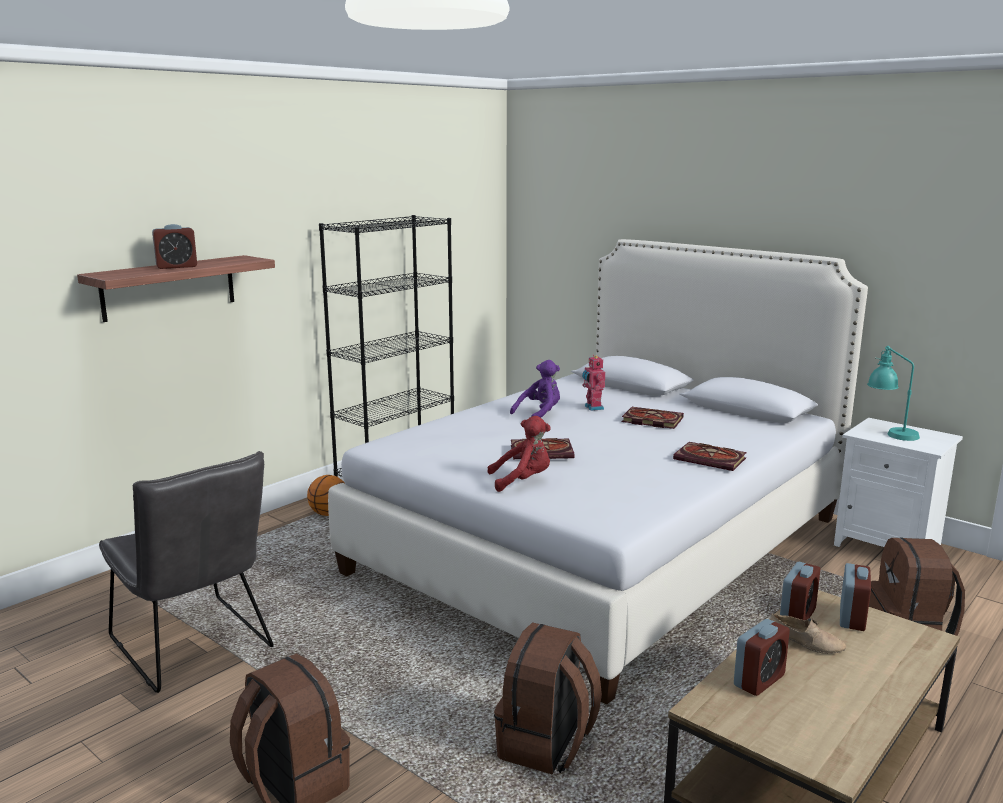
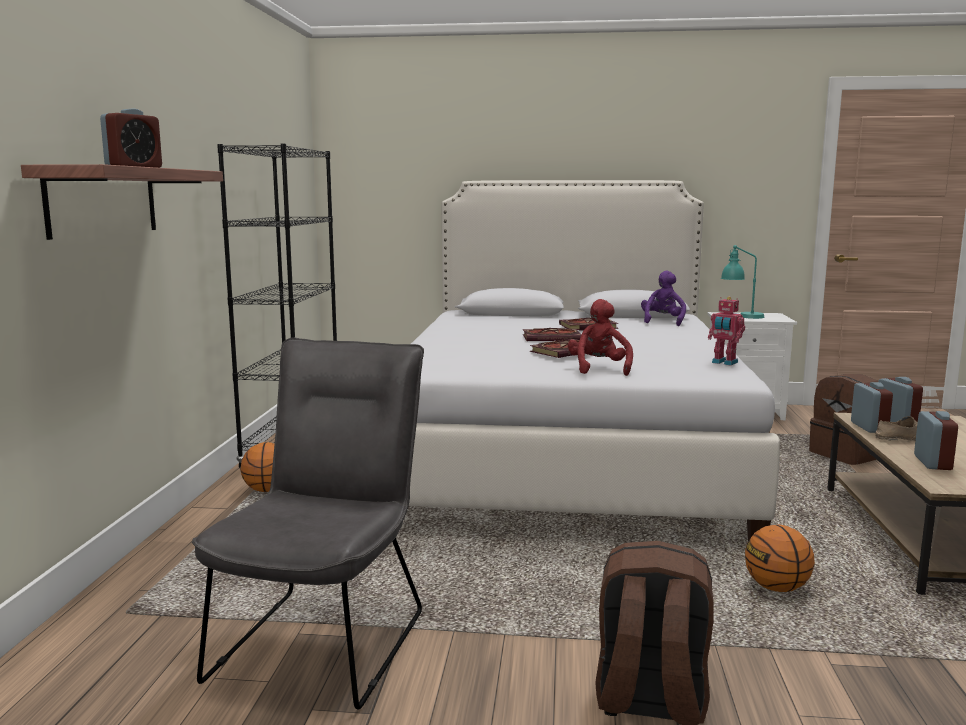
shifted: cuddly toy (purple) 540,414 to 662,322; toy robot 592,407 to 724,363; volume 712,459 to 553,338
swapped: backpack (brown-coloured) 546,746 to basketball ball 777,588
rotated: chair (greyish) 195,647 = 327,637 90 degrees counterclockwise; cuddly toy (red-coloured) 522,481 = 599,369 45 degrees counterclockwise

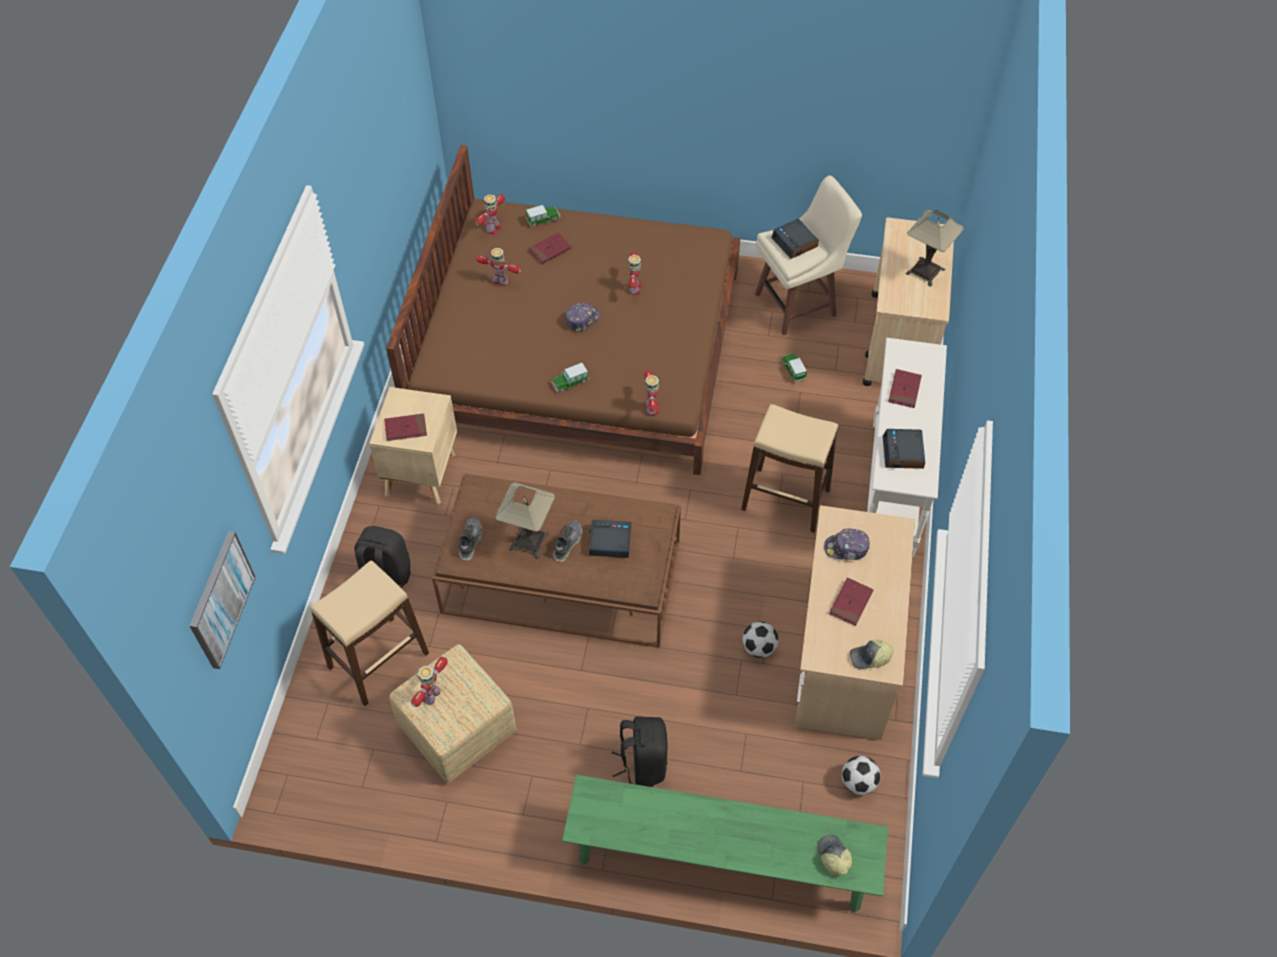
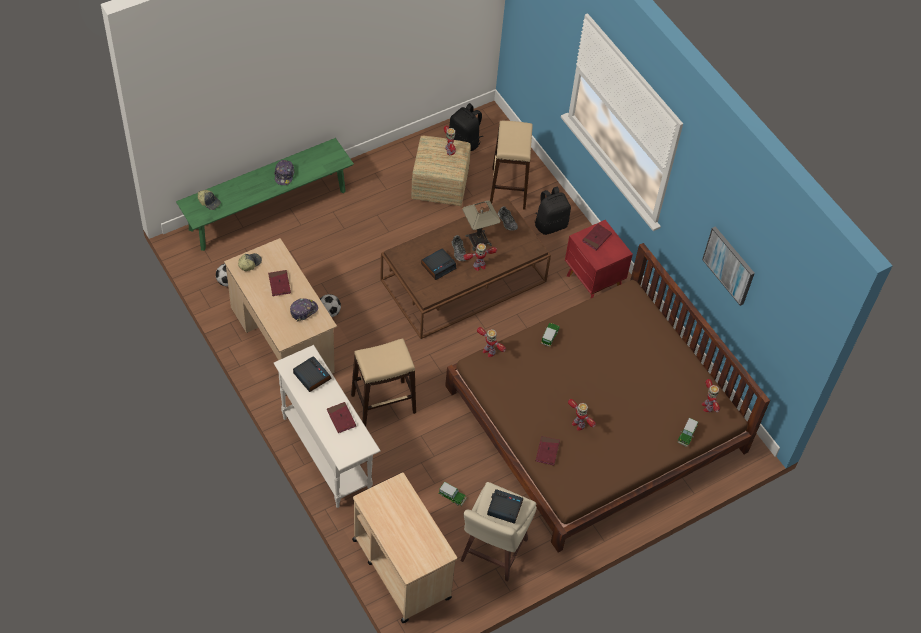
gone: tabletop lamp 925,271
shifted: wall picture 220,599 to 729,265; toy robot 501,281 to 479,266; volume (red-coloured) 550,250 to 547,451; baseball cap 582,319 to 284,175; backpack (blackish) 643,763 to 465,141
repainted: bedside table (sand-coloured) 422,474 to bedside table (red-coloured) 593,284

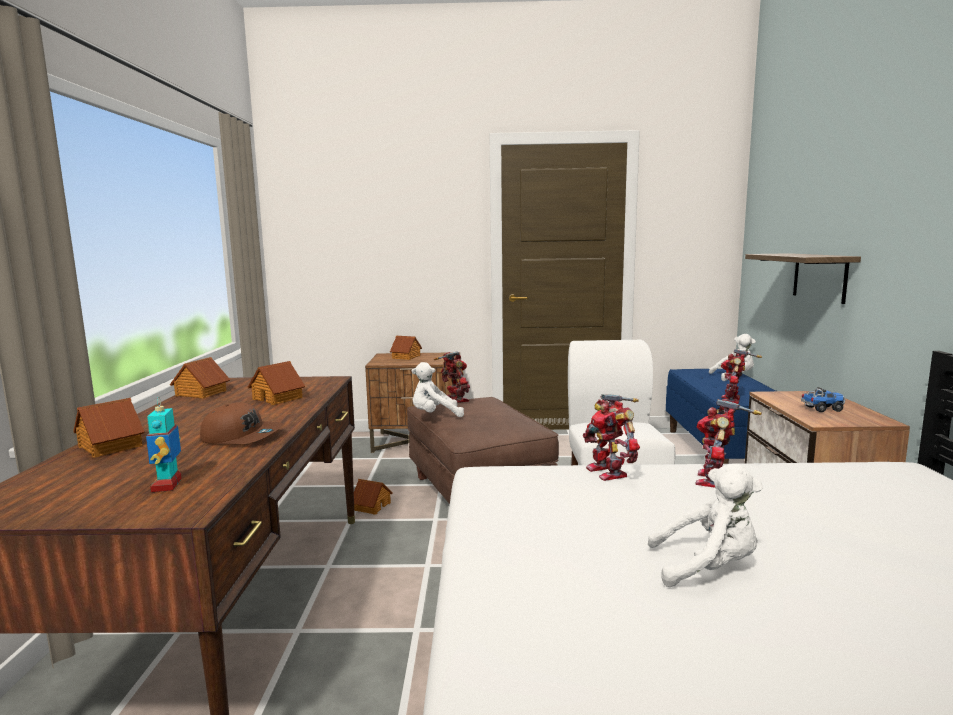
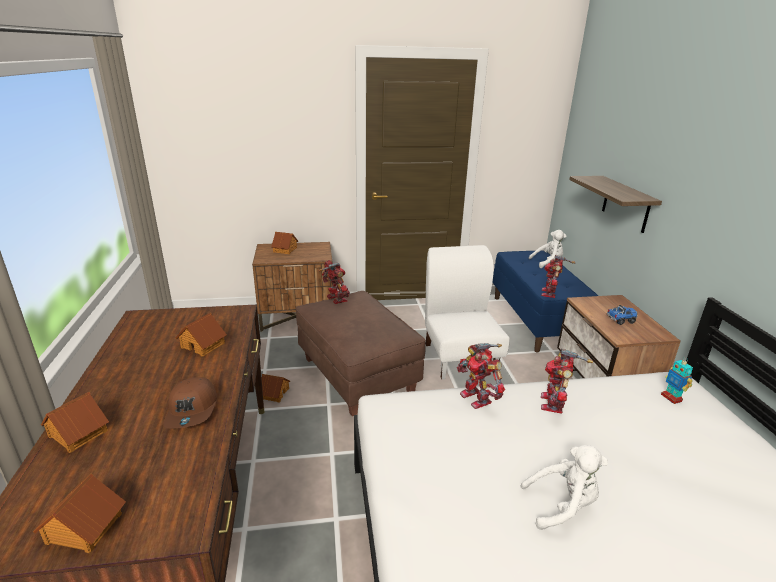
gone: cuddly toy (white-coloured) 434,416
shifted: toy robot 168,485 to 671,398; toy house 200,393 to 83,528
rotated: baseball cap (brown-coloured) 242,436 = 193,410 75 degrees clockwise

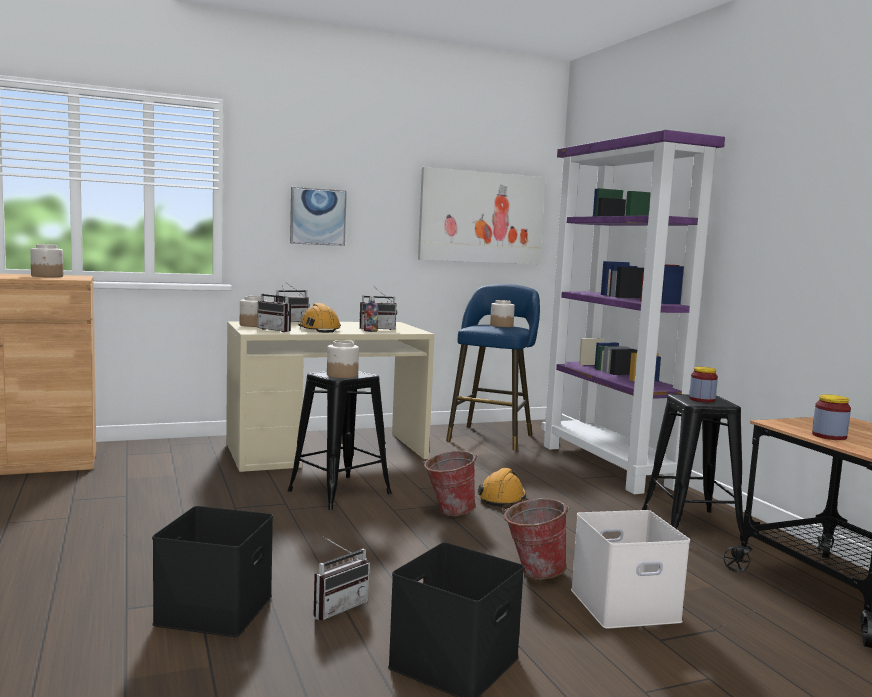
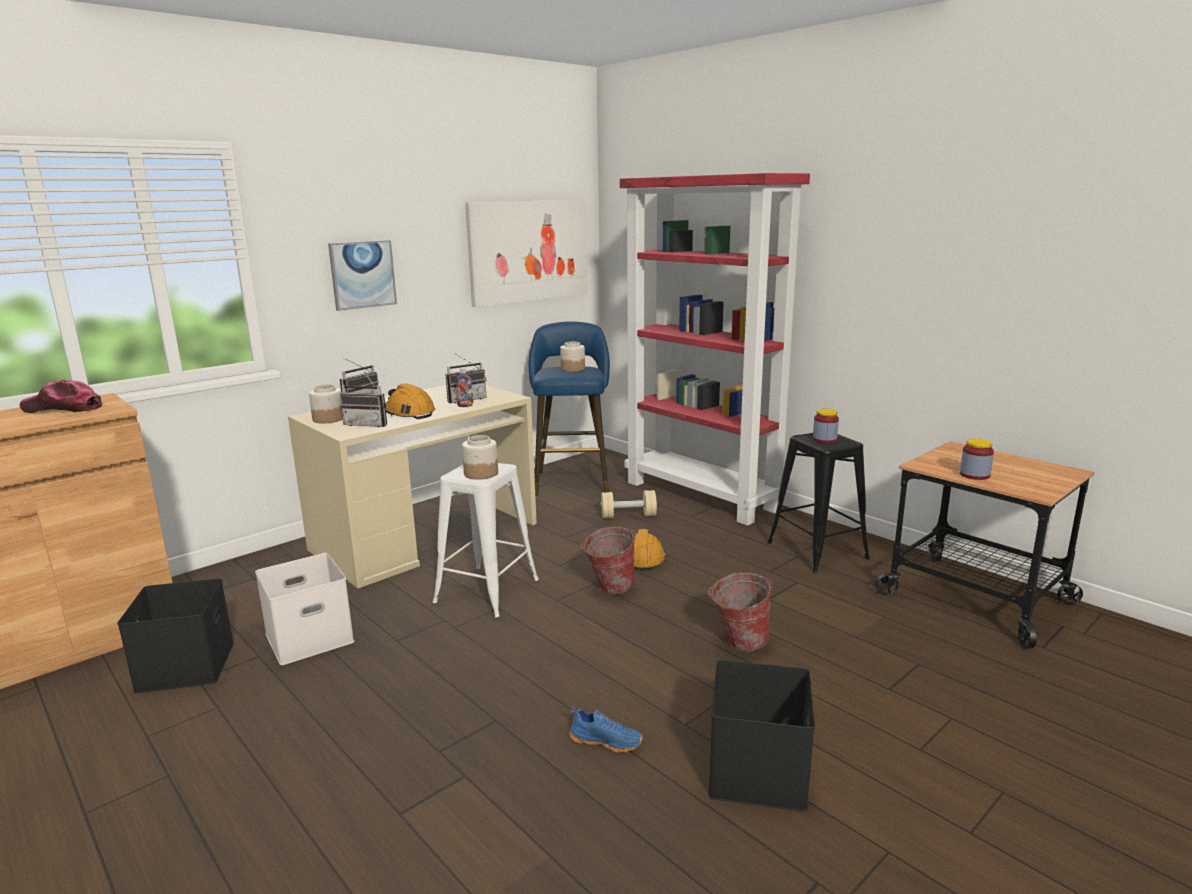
new: dumbbell (sand-coloured) 628,516
shifted: storage bin (blackish) 213,608 to 185,665; storage bin (white-coloured) 625,604 to 310,636
swapped: storage jar 47,276 to baseball cap 63,408; radio 337,607 to shoe (bluish) 606,740
repainted: stool seat (blackish) 340,492 to stool seat (white-coloured) 487,590; bookcase (purple) 609,466 to bookcase (red-coloured) 702,496

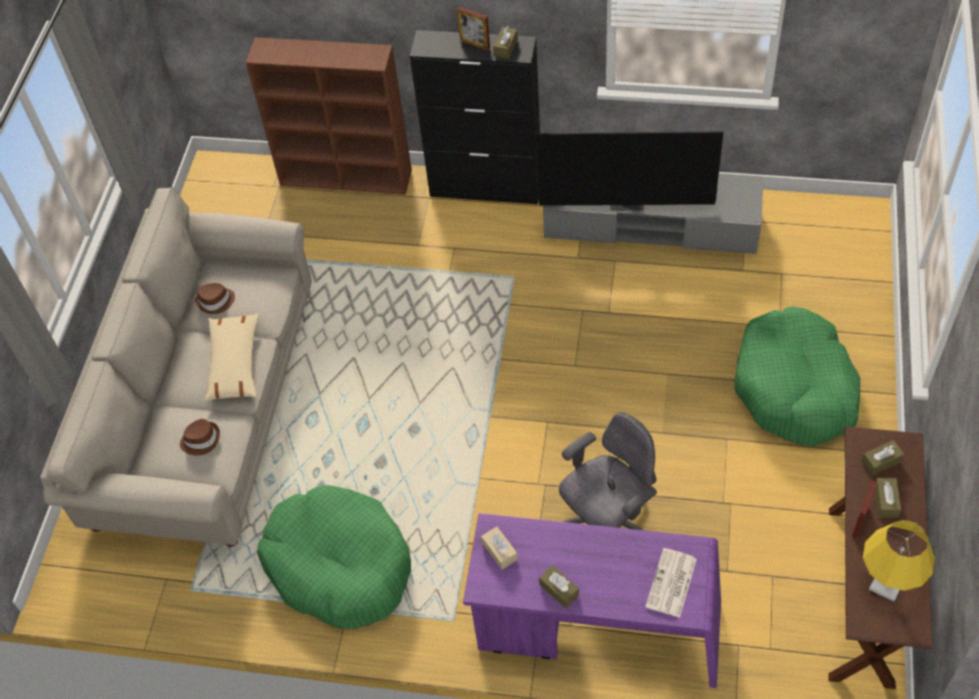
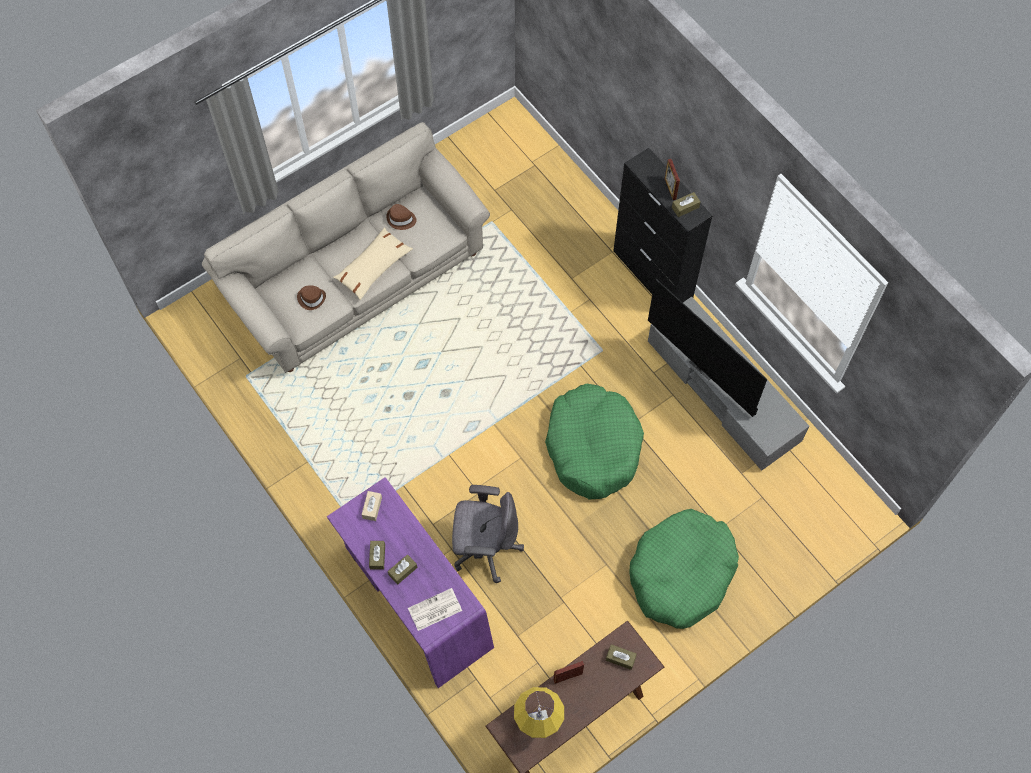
gone: bookcase (brown-coloured) 347,177
shifted: pet bed (greenish) 339,565 to 593,446; box of tissues (brown-coloured) 886,501 to 403,571

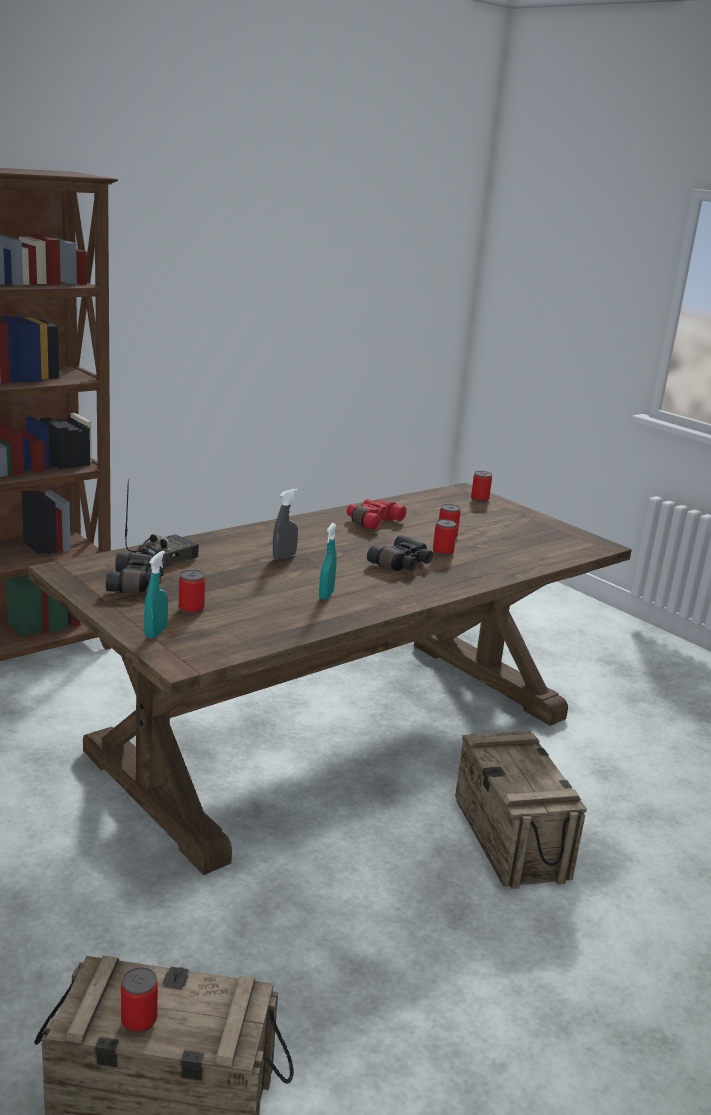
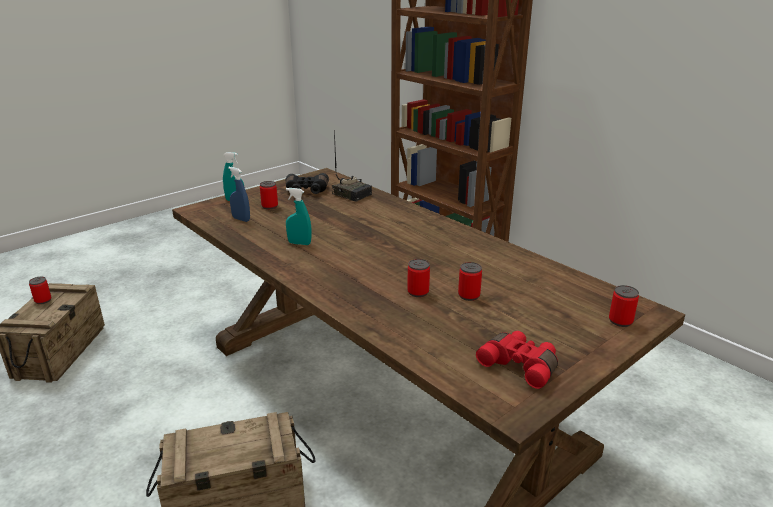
gone: spray bottle (greyish) 284,556; binoculars (blackish) 402,564
new: spray bottle (bluish) 241,219
shifted: binoculars (red-coloured) 372,521 to 520,365

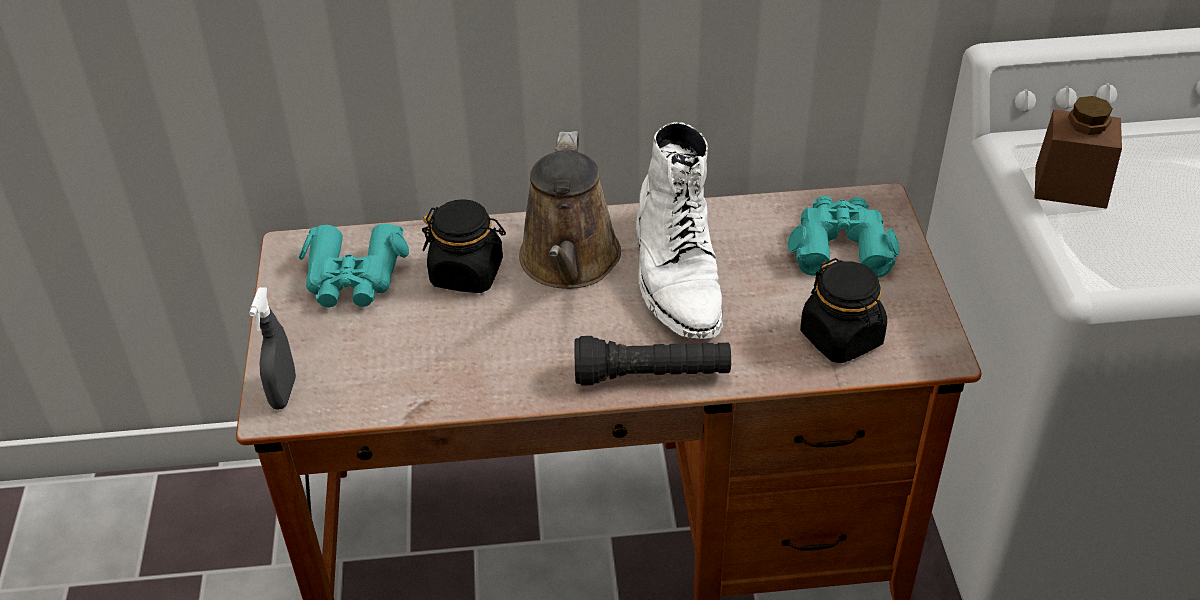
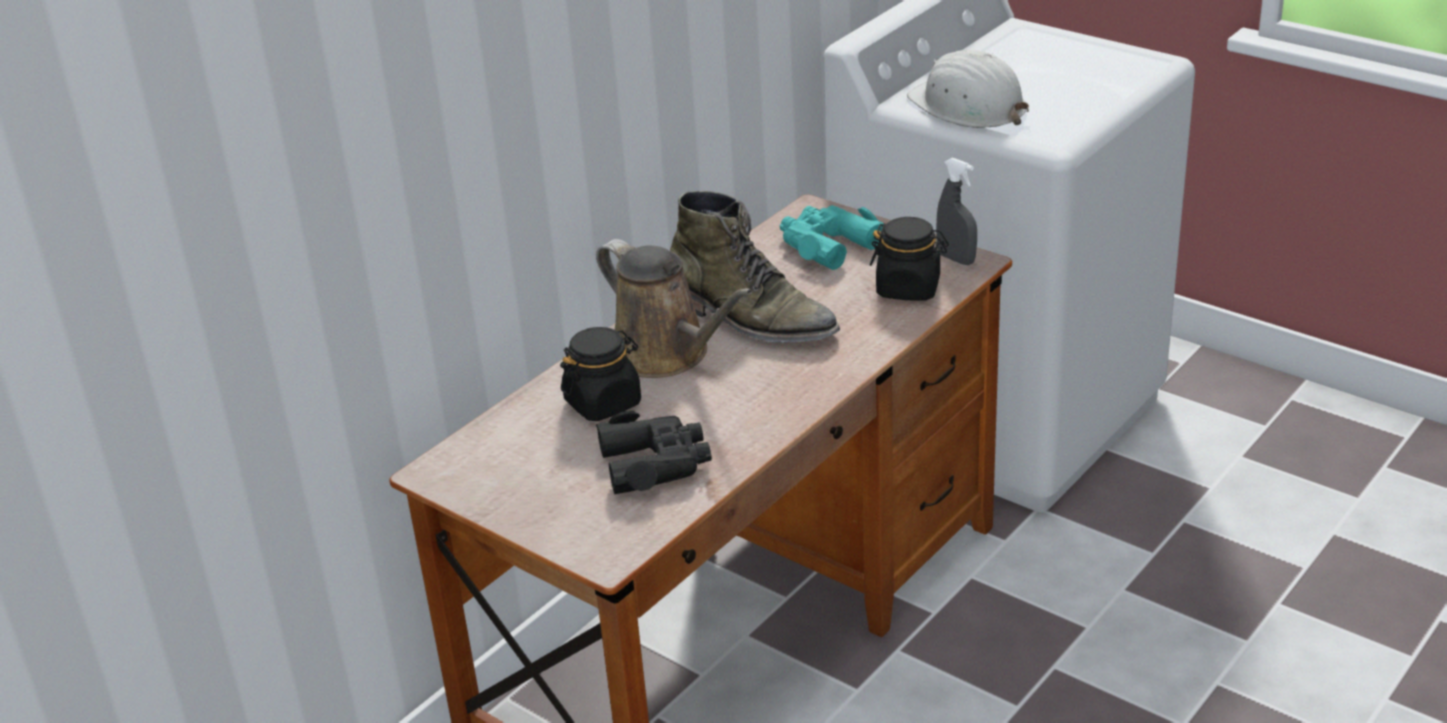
gone: binoculars (turquoise-coloured) 353,277; flashlight (blackish) 652,376
new: binoculars (blackish) 655,463
shifted: spray bottle (greyish) 283,393 to 956,259
swapped: storage jar (brown-coloured) 1070,186 to safety helmet (white-coloured) 968,106
repainted: tall boot (white-coloured) 677,275 to tall boot (greenish) 751,318

